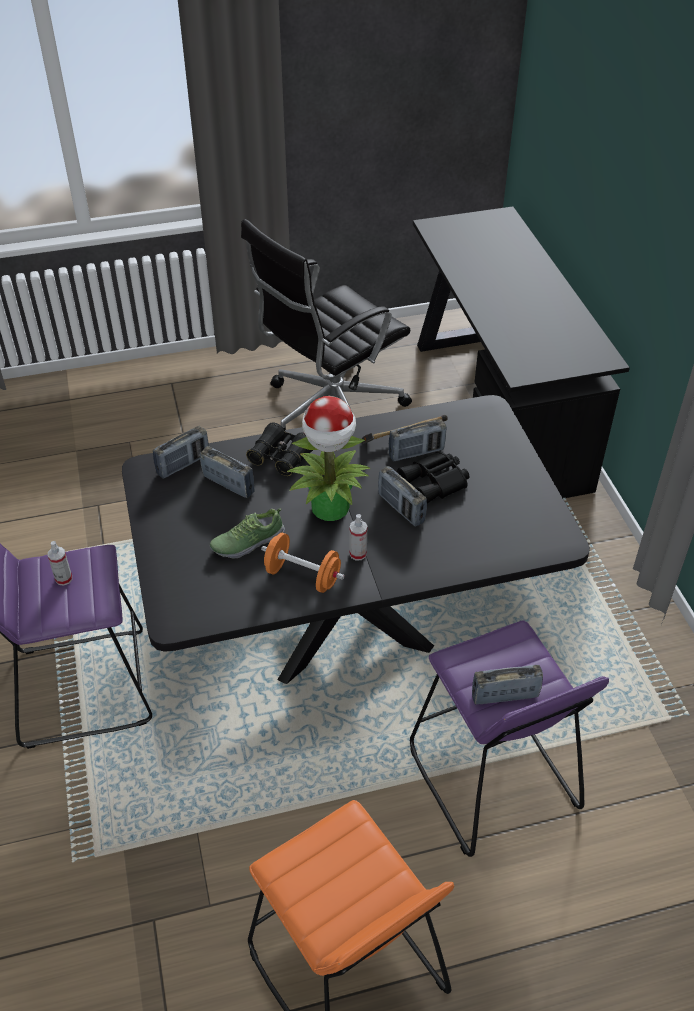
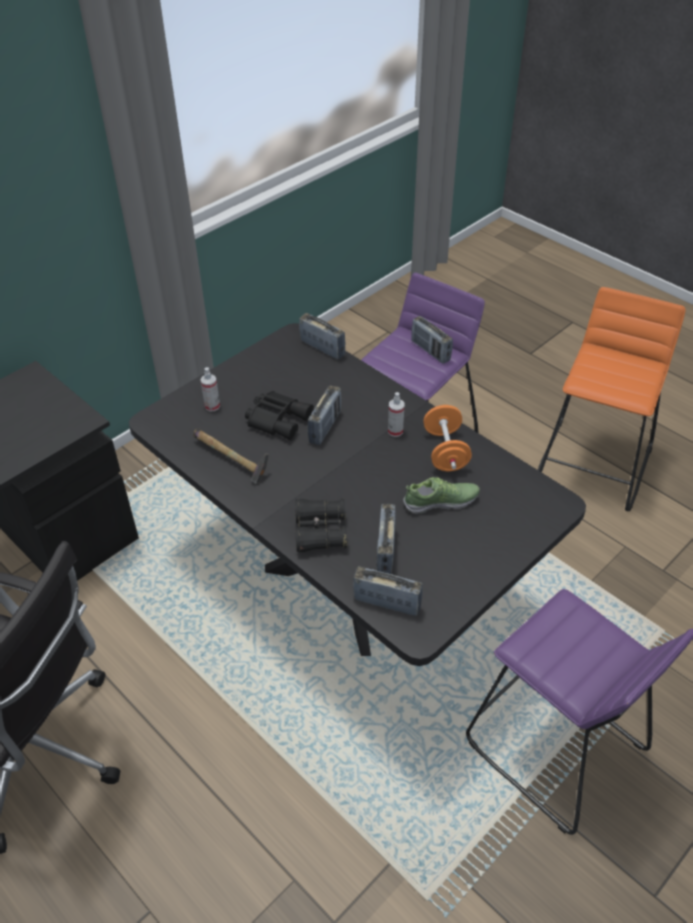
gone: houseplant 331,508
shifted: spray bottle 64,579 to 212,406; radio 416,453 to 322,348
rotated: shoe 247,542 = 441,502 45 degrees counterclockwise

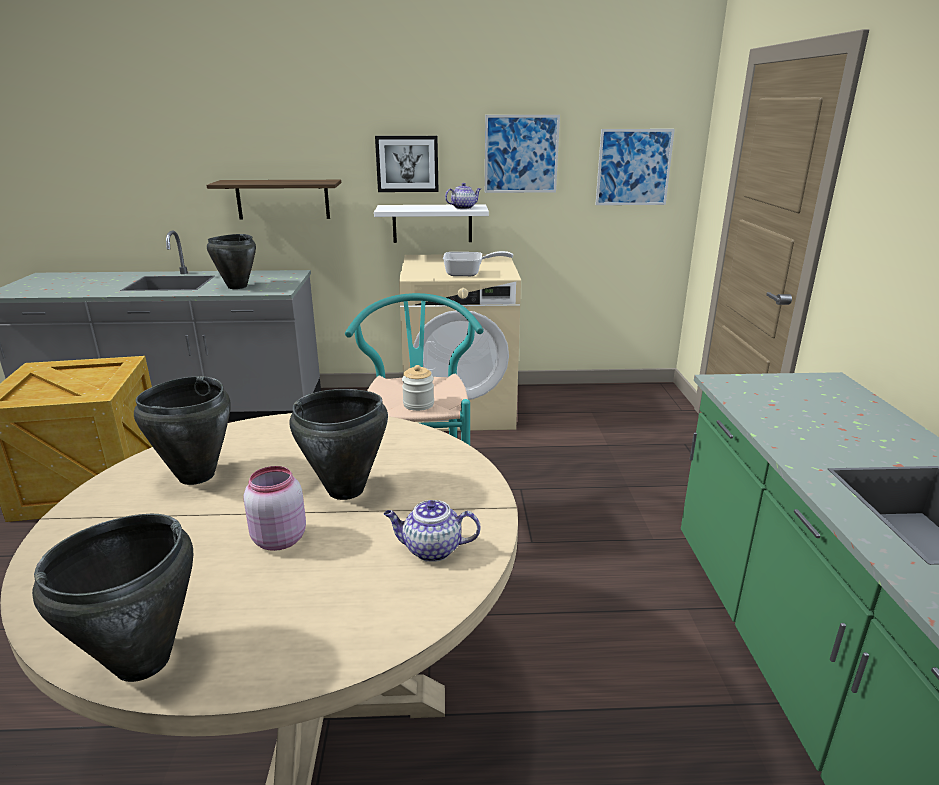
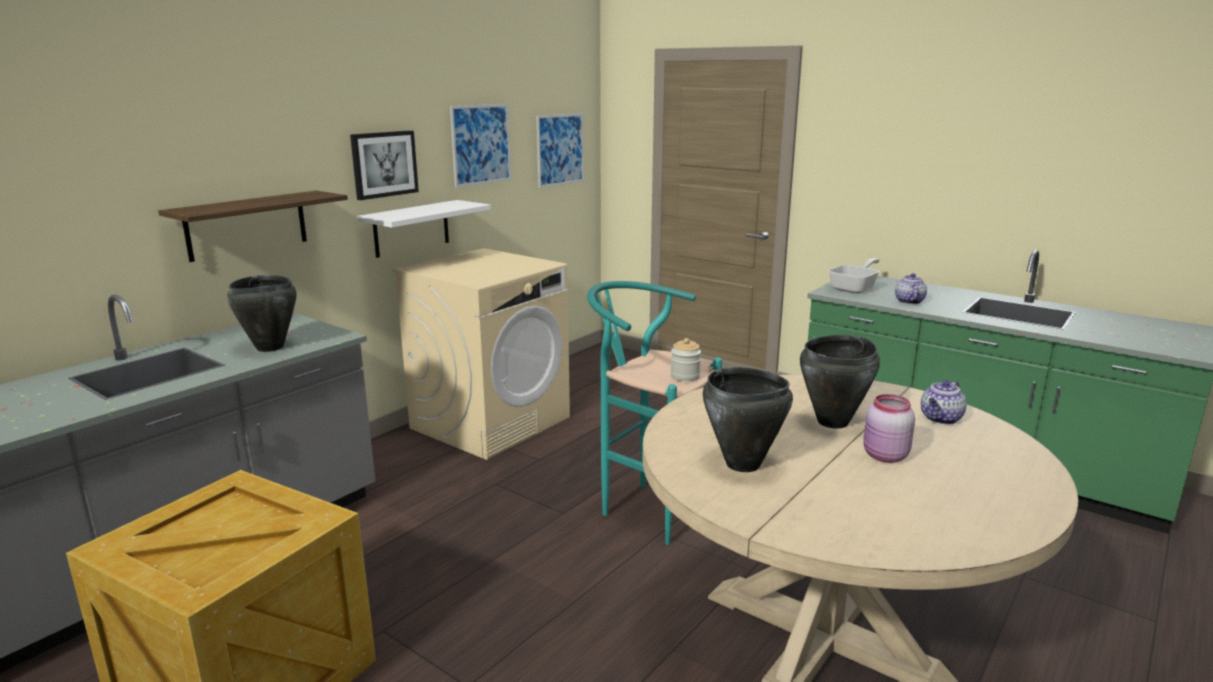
gone: saucepot (blackish) 144,661
shifted: pan 469,274 to 855,288; pot for tea 463,208 to 908,301

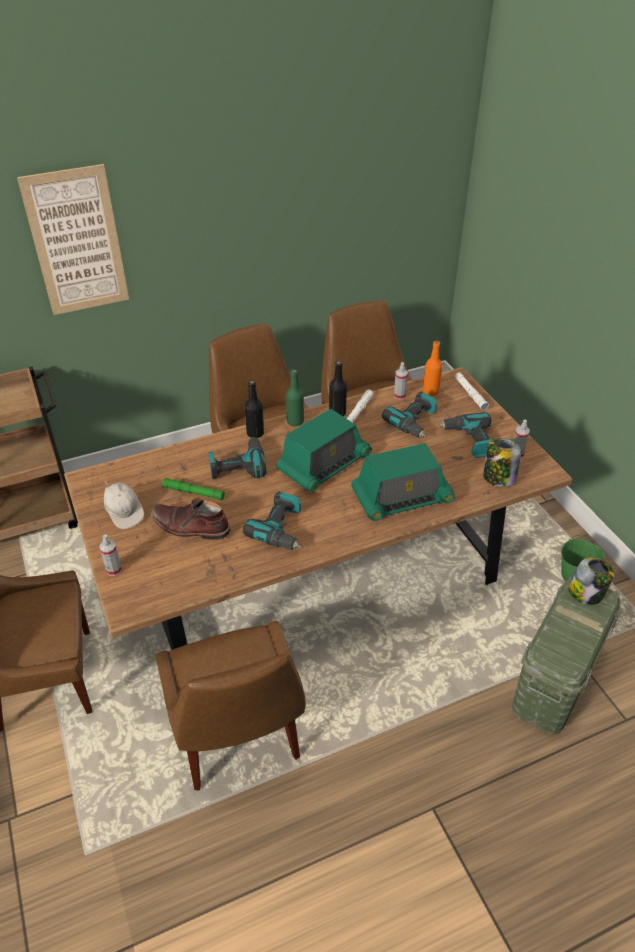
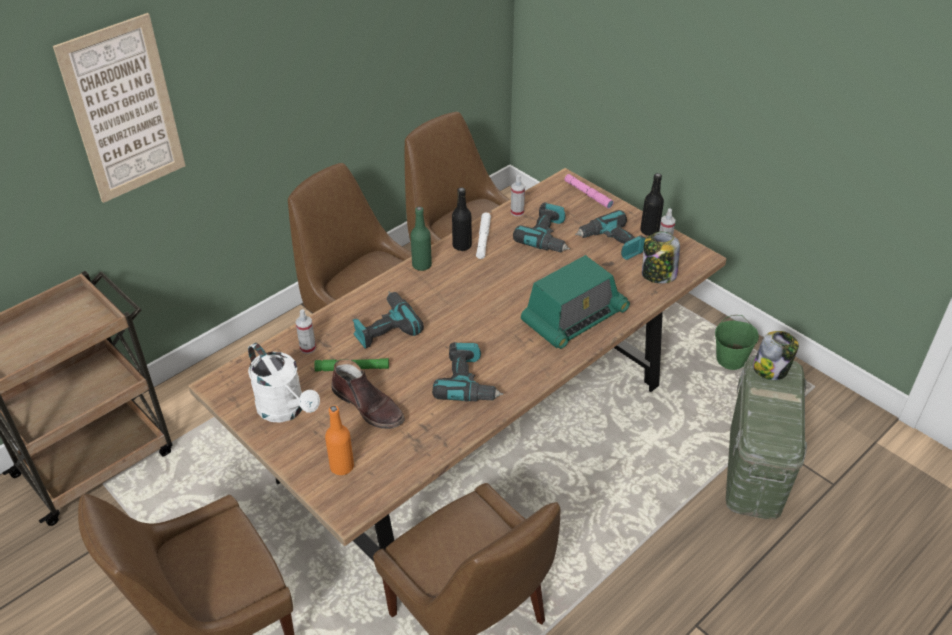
gone: radio 324,464
shifted: spray bottle 114,569 to 308,348; bottle (blackish) 255,433 to 649,231; bottle (orange) 430,392 to 342,467
swapped: baseball cap (white-coloured) 124,512 to sprinkling can (white-coloured) 286,410
repainted: flashlight (white-coloured) 470,394 to flashlight (pink) 588,194
rotated: tall boot (brown-coloured) 190,527 = 369,406 135 degrees counterclockwise

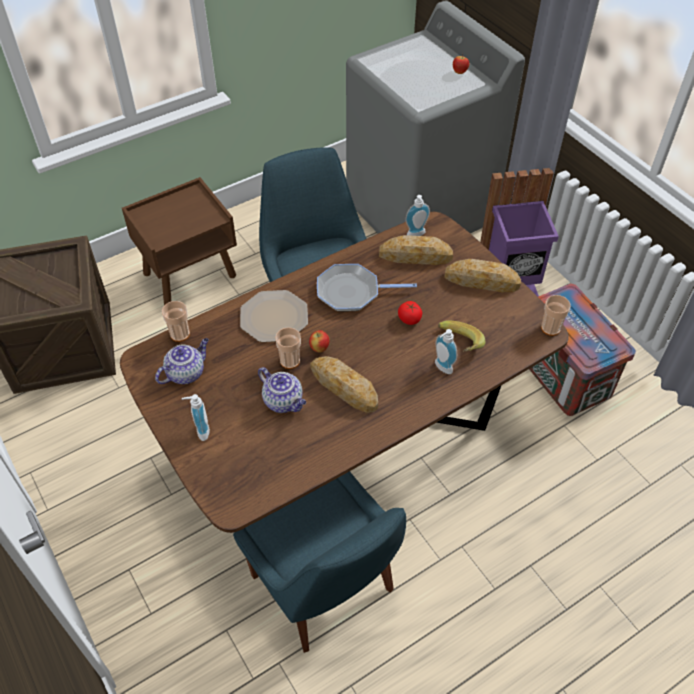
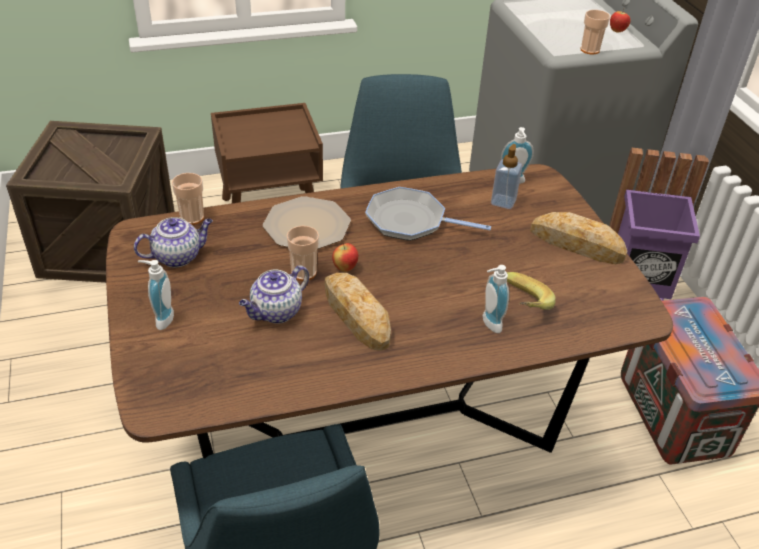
gone: whole tomato 409,319
shifted: cup 550,328 to 590,50
swapped: bread 415,255 to soap dispenser 503,202
rotated: pot for tea 284,401 = 276,312 75 degrees clockwise

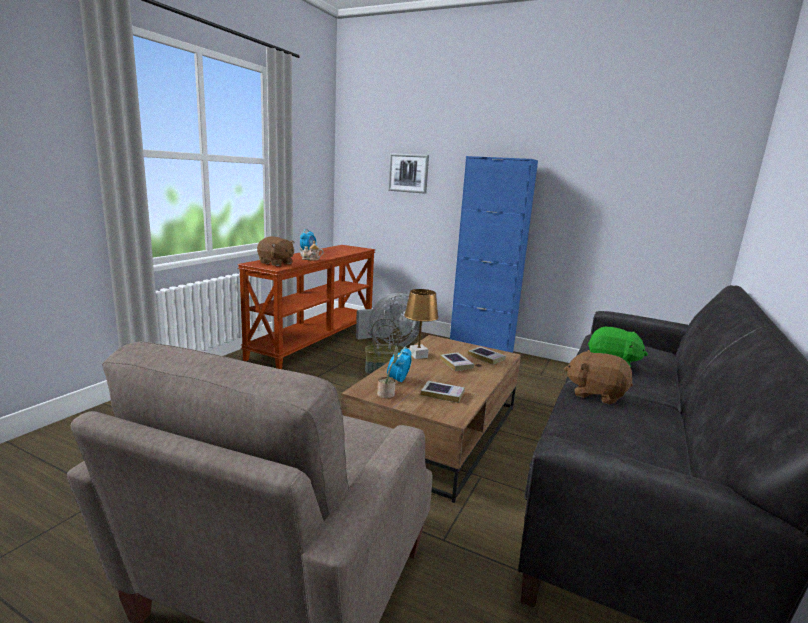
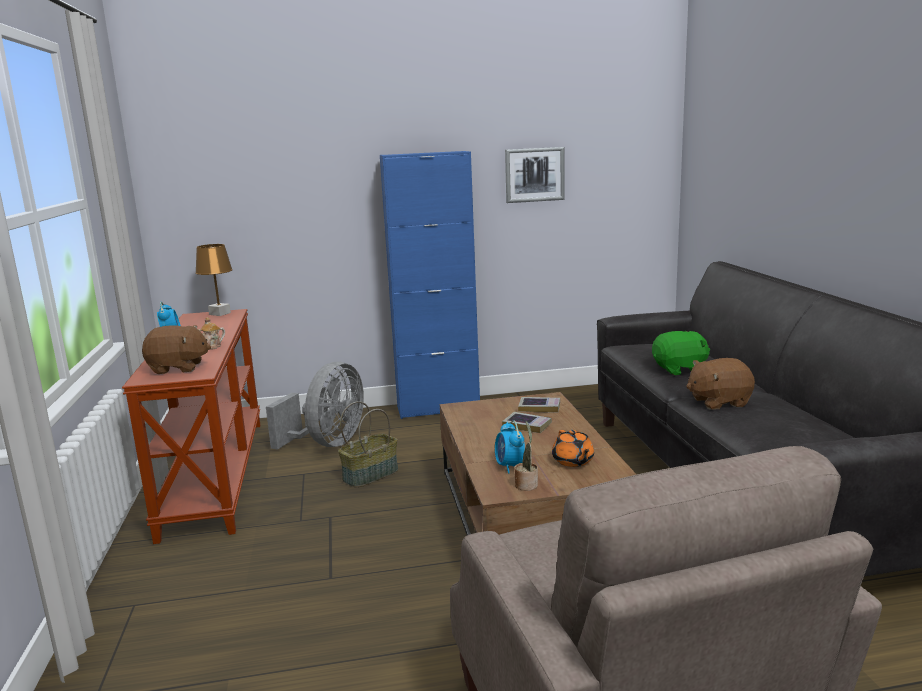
shifted: wall picture 408,173 to 534,174; tabletop lamp (brown-coloured) 418,355 to 220,313
swapped: volume 442,394 to pot for tea (orange) 573,461

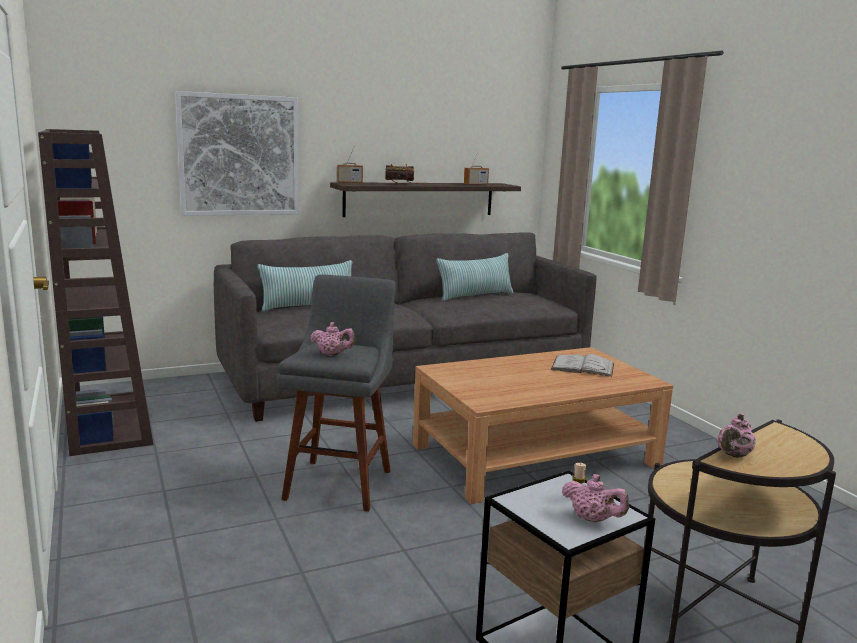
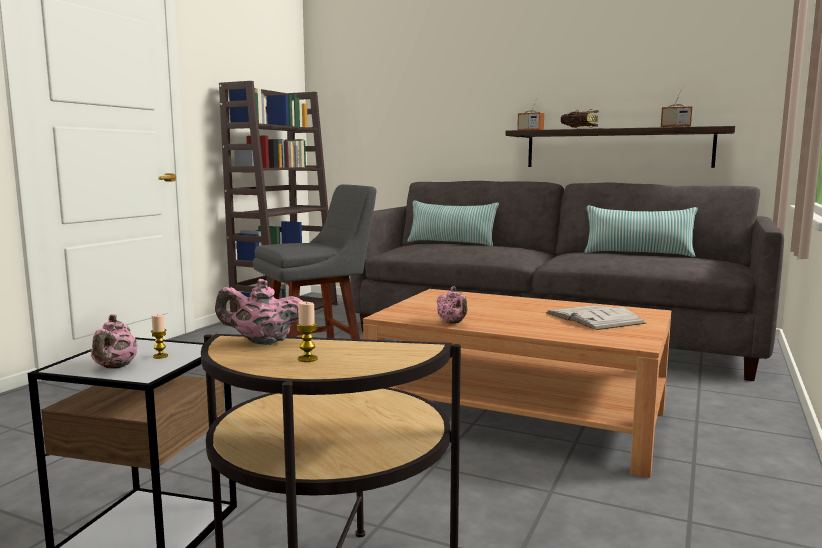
gone: wall picture 239,155
new: wax candle 307,359
shifted: pot for tea (pink) 332,354 to 452,323

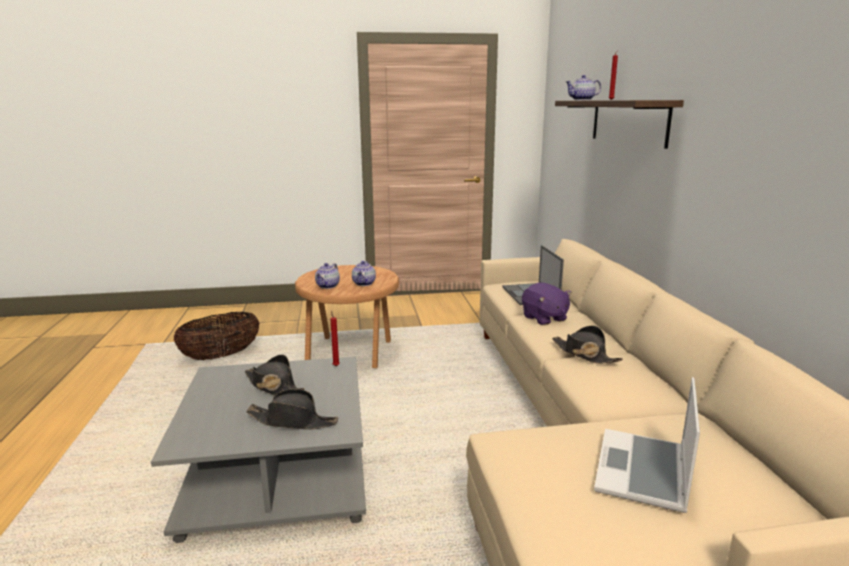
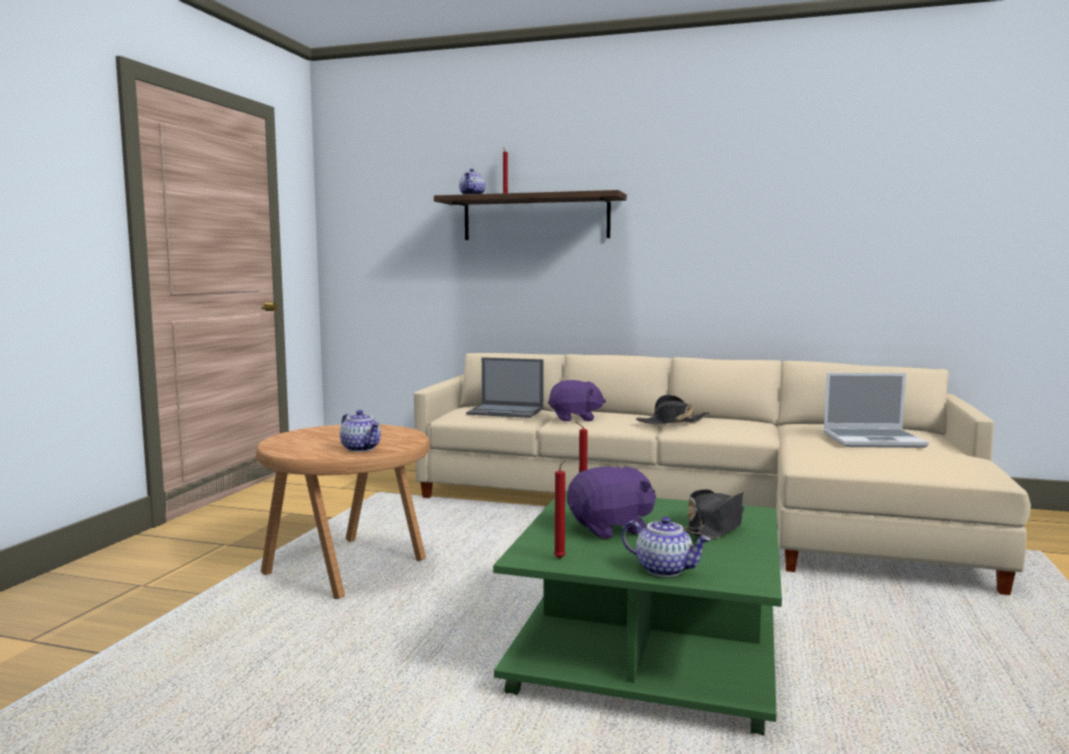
gone: household basket 221,356
new: wax candle (red-coloured) 560,558
shifted: pot for tea 364,283 to 665,569
swapped: wearable hat (blackish) 273,386 to cuddly toy (purple) 611,528
repainted: lounge table (greyish) 280,478 to lounge table (greenish) 650,652
rotated: laptop 643,472 = 874,440 45 degrees counterclockwise

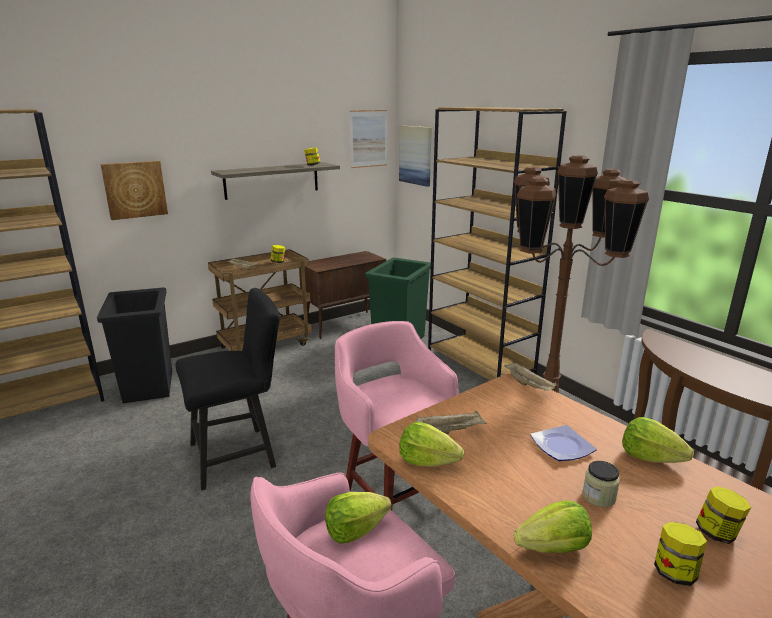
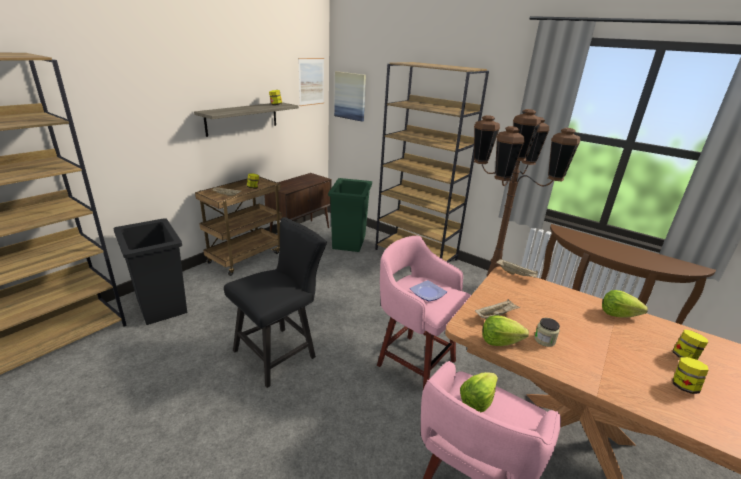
gone: wall picture 135,189; head of lettuce 553,548
shifted: dinner plate 560,446 to 427,293; storage jar 598,497 to 544,340

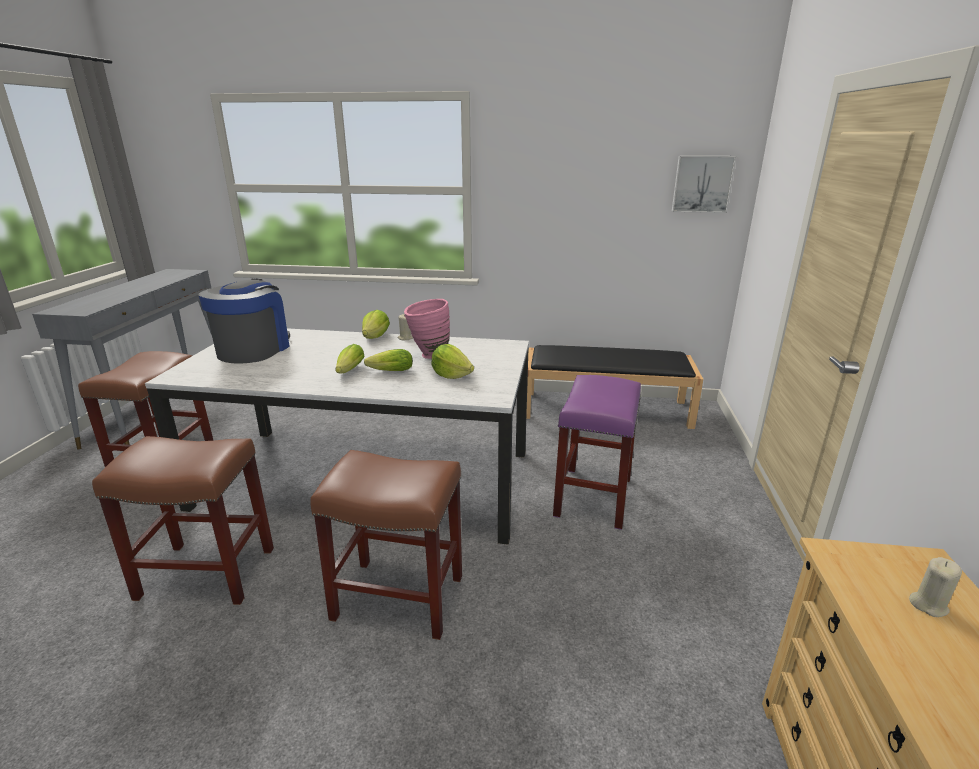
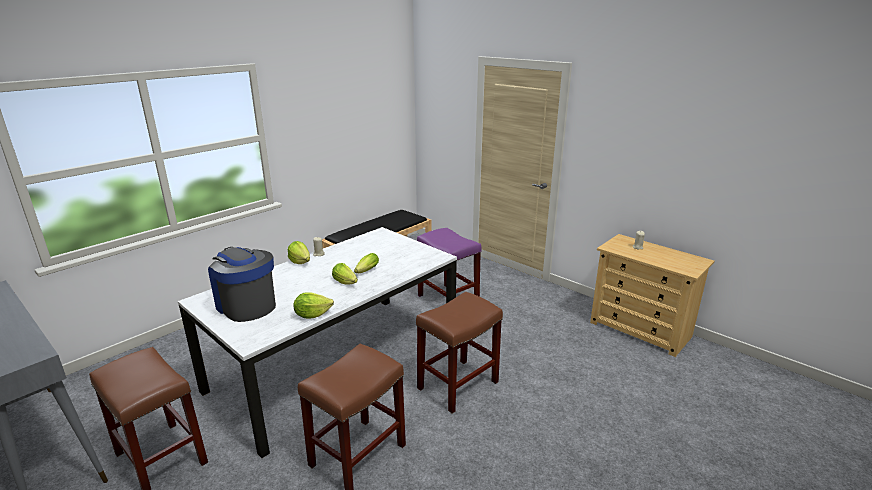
gone: flower vase (pink) 428,355; wall picture 702,184
shifted: head of lettuce 451,375 to 312,315

